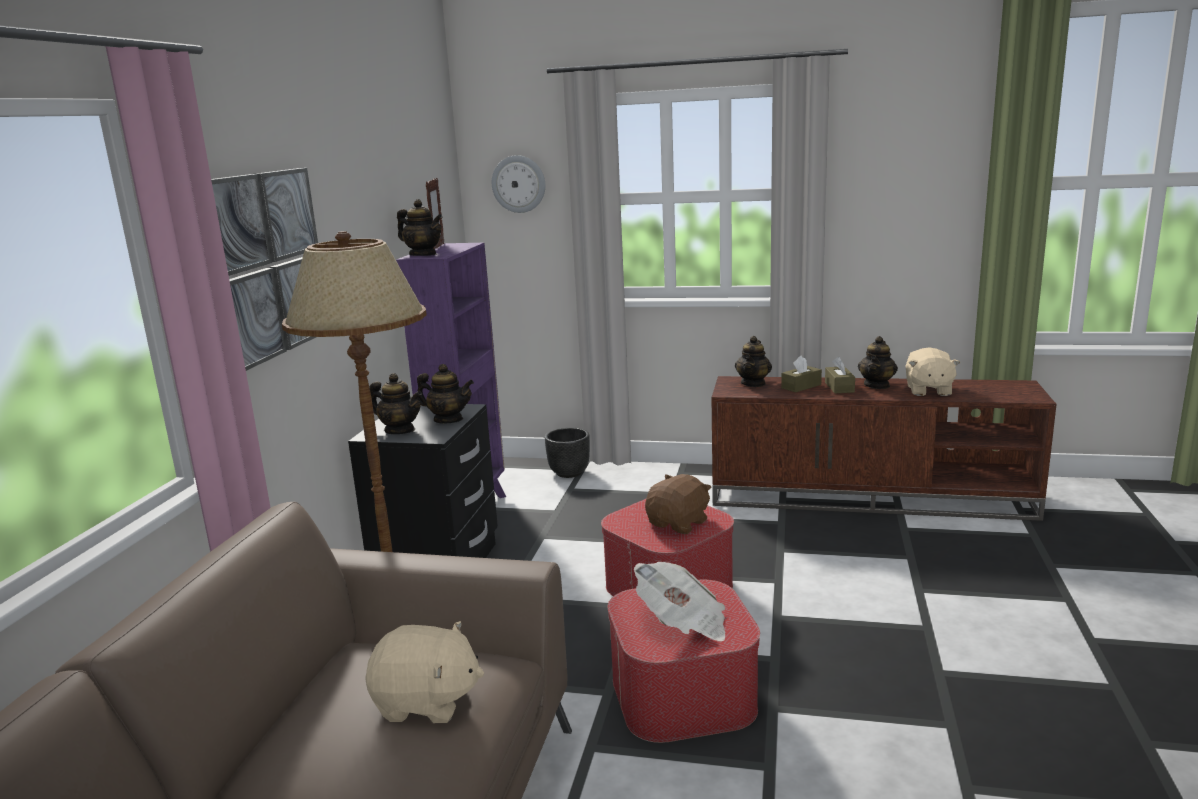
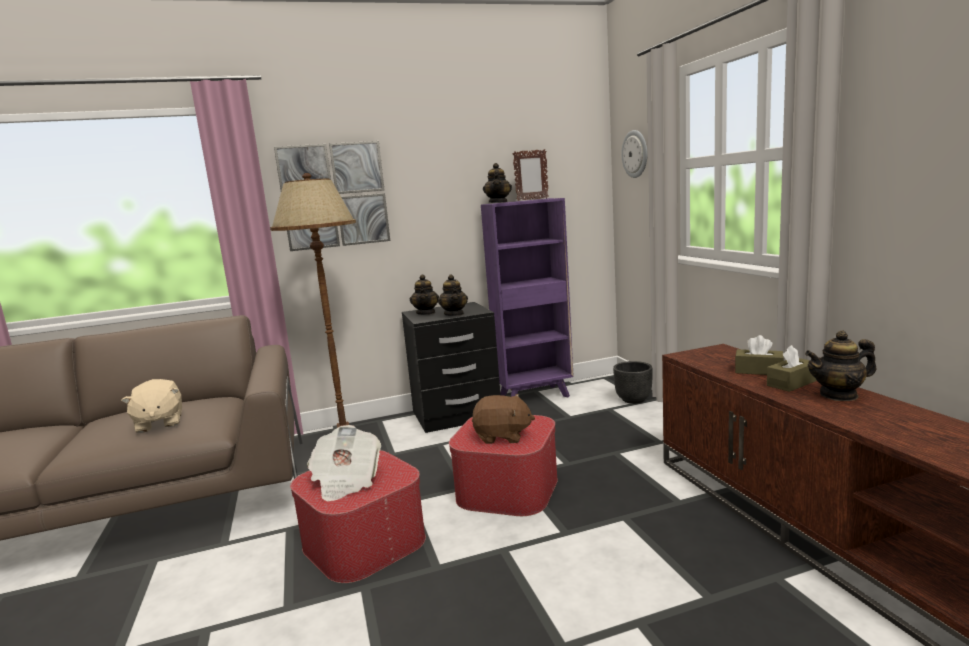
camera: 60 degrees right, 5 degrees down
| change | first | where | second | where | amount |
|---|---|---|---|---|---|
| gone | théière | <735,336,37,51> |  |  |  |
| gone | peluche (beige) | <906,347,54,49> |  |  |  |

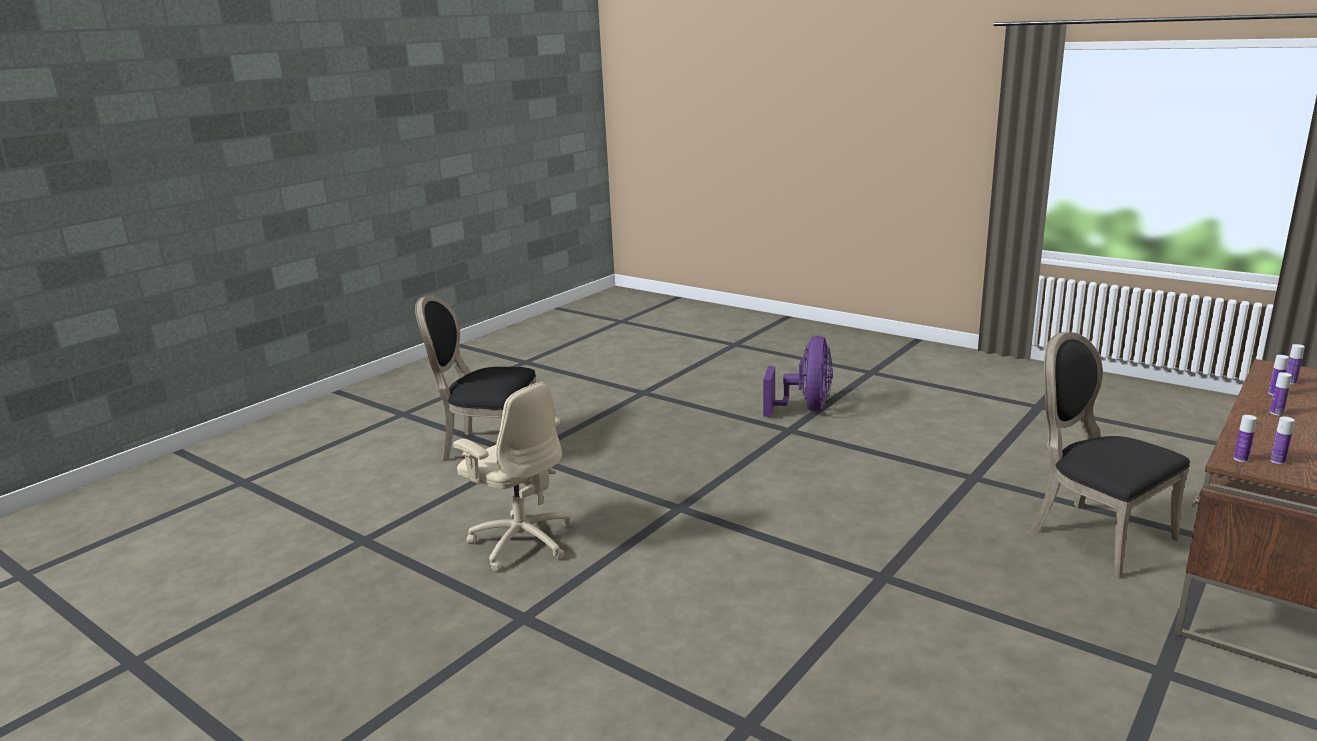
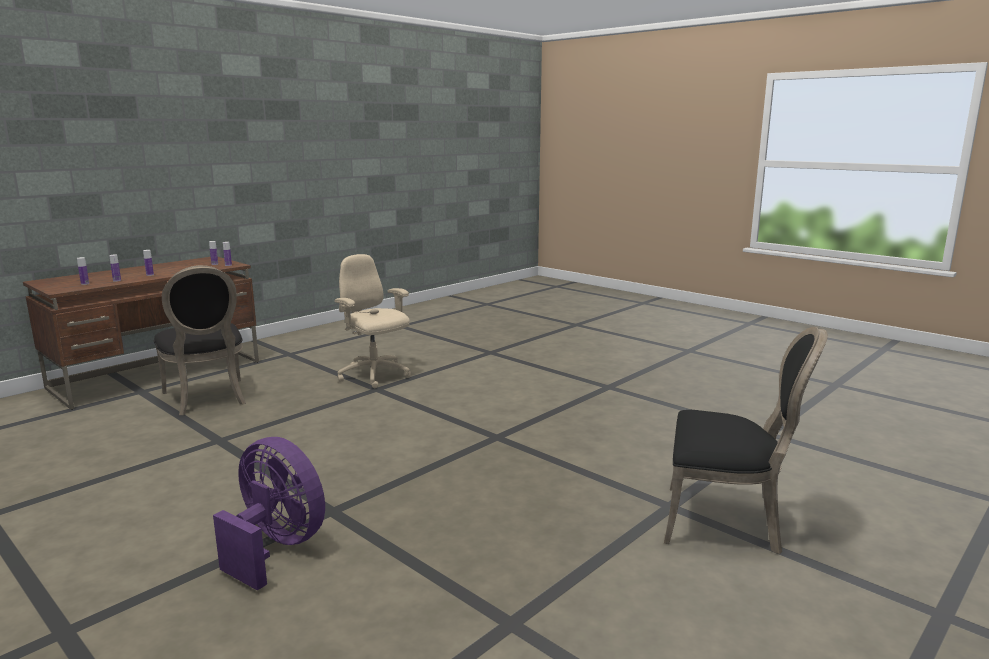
camera: 175 degrees left, 5 degrees down
| change | first | where | second | where | amount |
|---|---|---|---|---|---|
| rotated | ventilateur (violet) | <763,336,70,81> |  | <213,437,112,154> | 105 degrees clockwise |
| shifted | chaise de bureau (beige) | <453,382,119,190> |  | <335,254,76,134> |  |

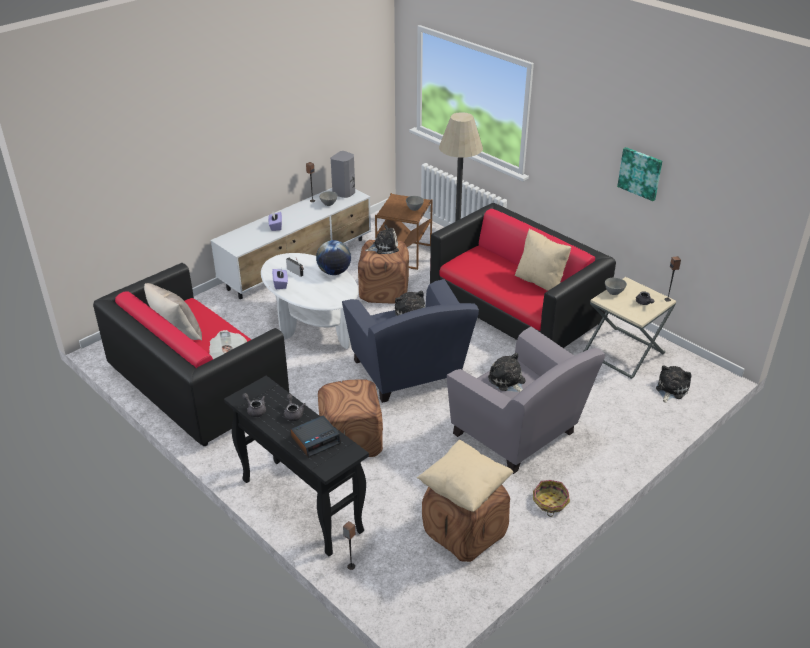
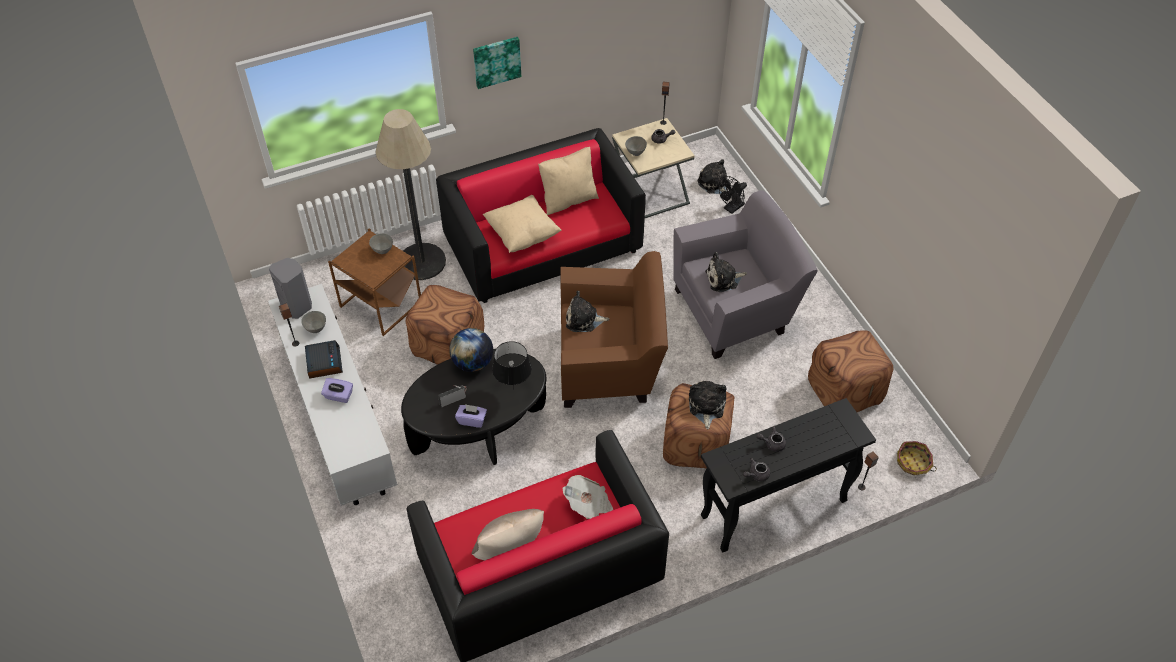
camera: 70 degrees left, 15 degrees up
| change | first | where | second | where | amount |
|---|---|---|---|---|---|
| shifted | tableau | <617,147,45,54> |  | <473,37,48,52> |  |
| shifted | peluche | <365,224,34,30> |  | <689,381,37,48> |  |
| repainted | table basse (blanc) | <261,253,97,96> | table basse (noir) | <401,349,145,116> |  |
| repainted | fauteuil (bleu) | <342,279,137,124> | fauteuil (marron) | <560,251,108,157> |  |
| shifted | réveil | <290,415,51,43> |  | <305,340,38,39> |  |
| shifted | coussin (beige) | <417,440,96,72> |  | <483,195,79,58> |  |
| shifted | panier | <533,480,37,37> |  | <897,441,40,34> |  |
| new |  |  | ventilateur (noir) | <719,176,28,38> |  |
| new |  |  | lampe de table (noir) | <492,341,40,49> |  |

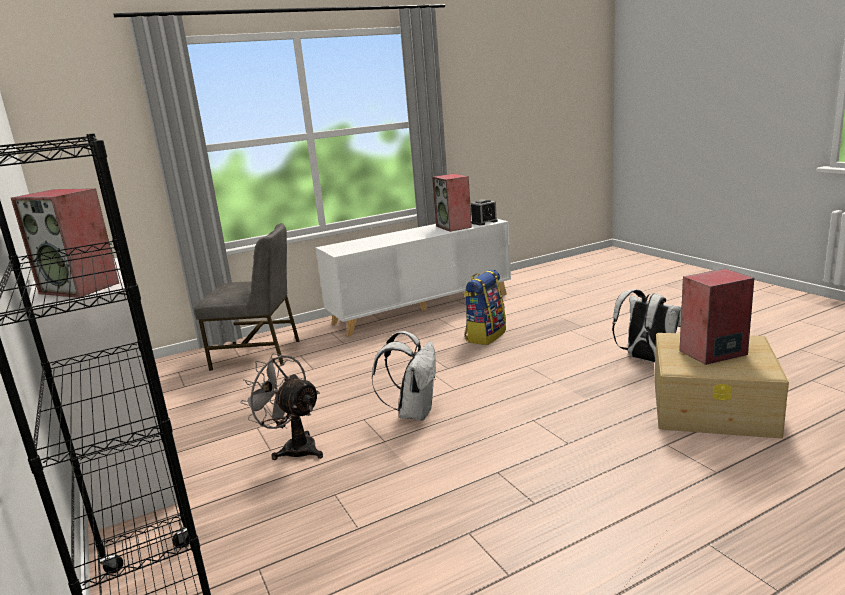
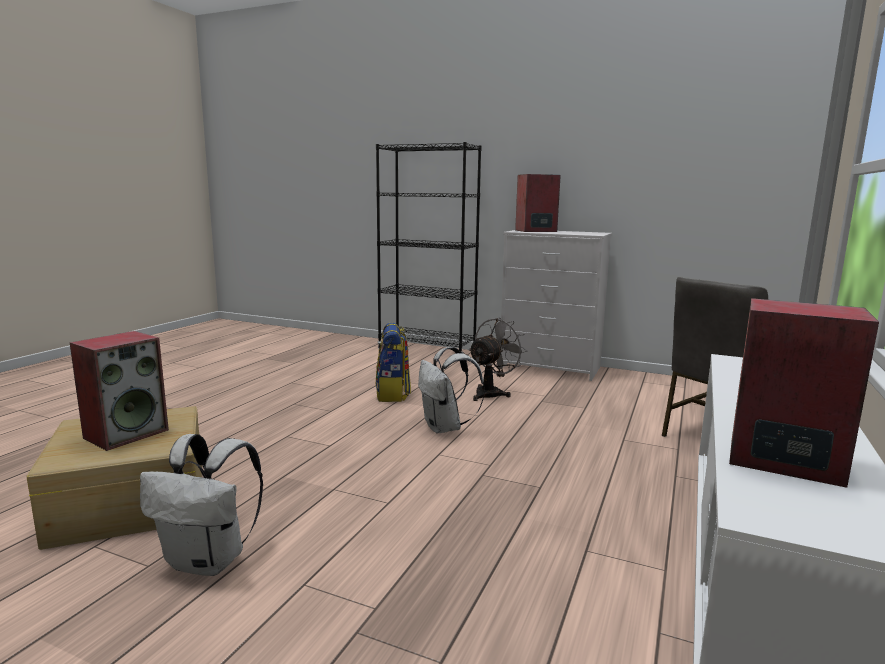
camera: 140 degrees right, 5 degrees down
| change | first | where | second | where | amount |
|---|---|---|---|---|---|
| gone | réveil | <471,199,27,26> |  |  |  |
| shifted | sac à dos | <464,269,42,76> |  | <376,323,35,79> |  |
| rotated | ventilateur (gris) | <240,354,83,106> |  | <469,317,58,84> | 45 degrees counterclockwise |

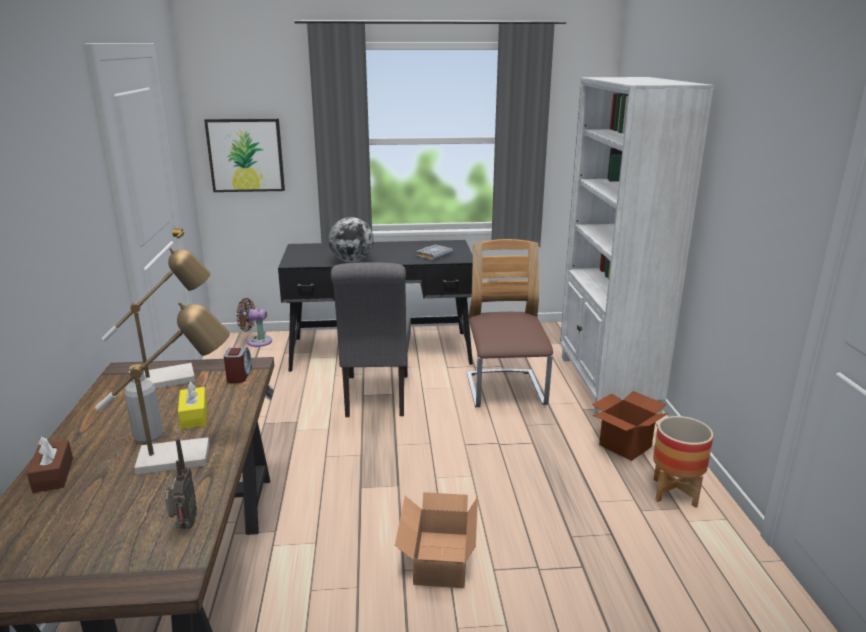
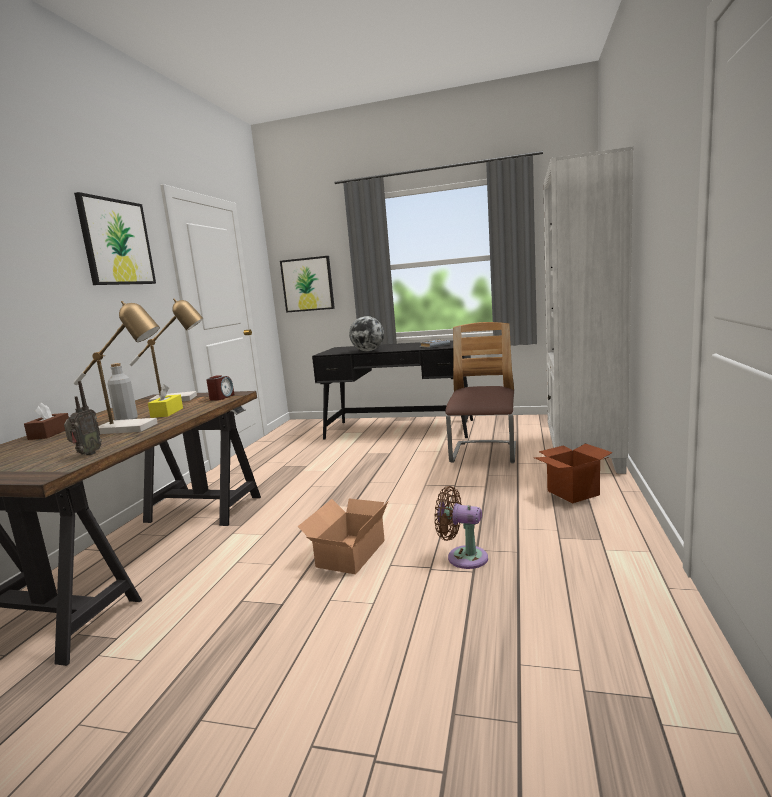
camera: 20 degrees right, 10 degrees down
| change | first | where | second | where | amount |
|---|---|---|---|---|---|
| gone | chaise (gris) | <331,262,80,155> |  |  |  |
| shifted | ventilateur (marron) | <237,298,35,49> |  | <434,486,54,83> |  |
| gone | cache-pot | <653,416,61,92> |  |  |  |
| new |  |  | tableau | <74,192,82,93> |  |

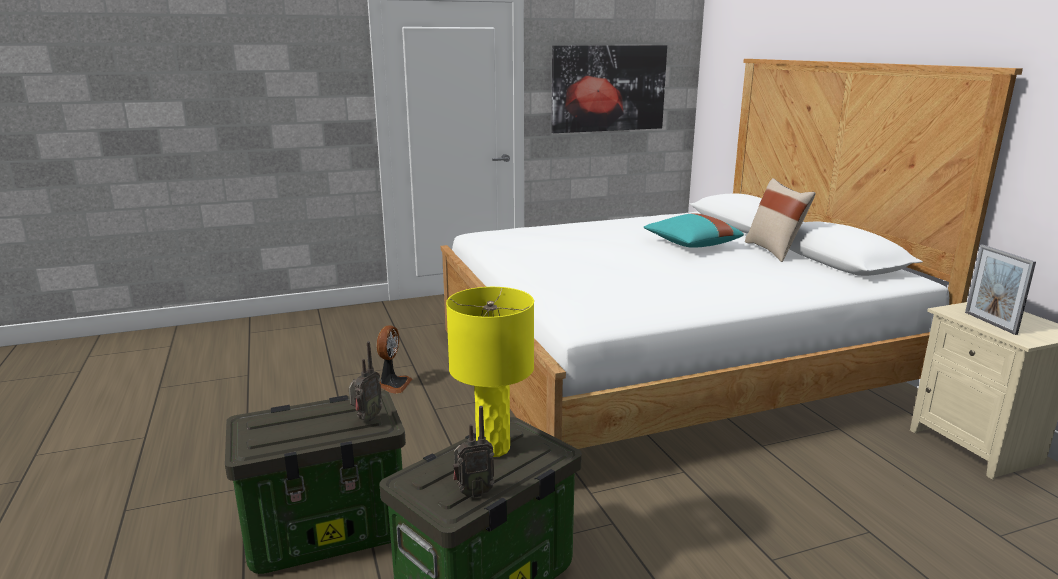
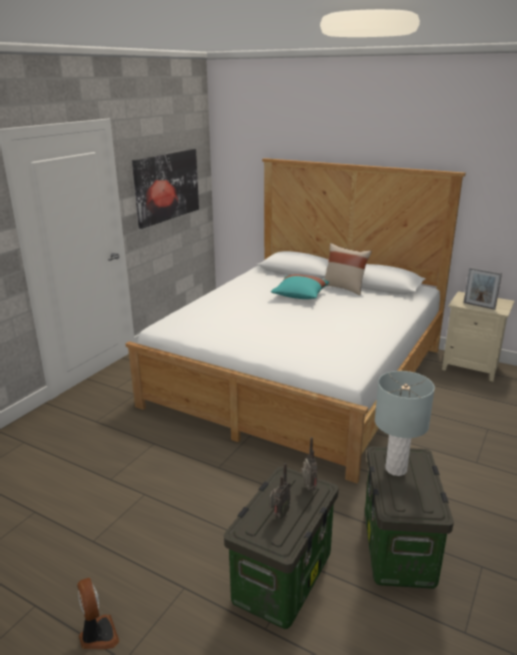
camera: 40 degrees left, 5 degrees up
| change | first | where | second | where | amount |
|---|---|---|---|---|---|
| repainted | lampe de table (jaune) | <446,287,88,170> | lampe de table (gris) | <375,371,60,105> |  |
| shifted | ventilateur | <377,326,35,68> |  | <77,578,43,72> |  |
| shifted | radio | <453,406,42,92> |  | <269,463,22,56> |  |

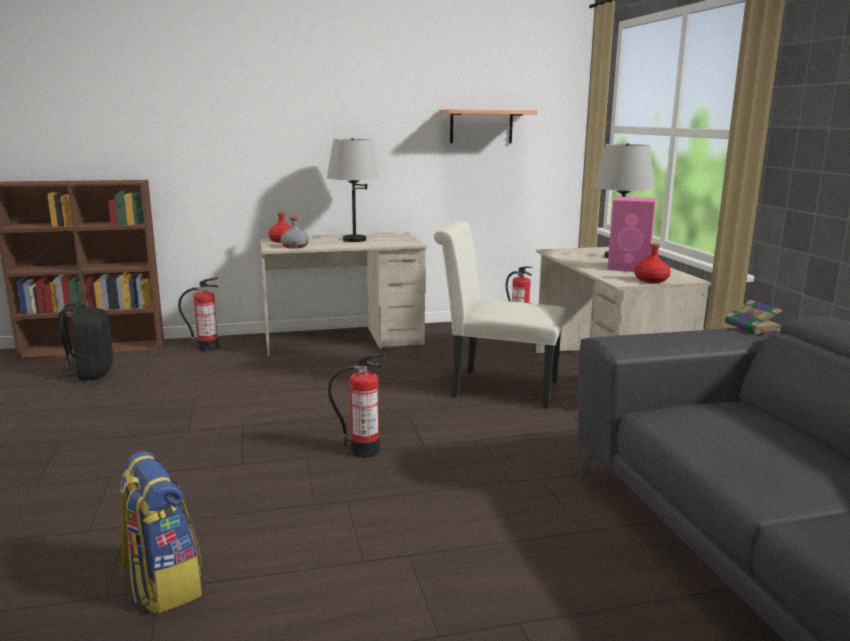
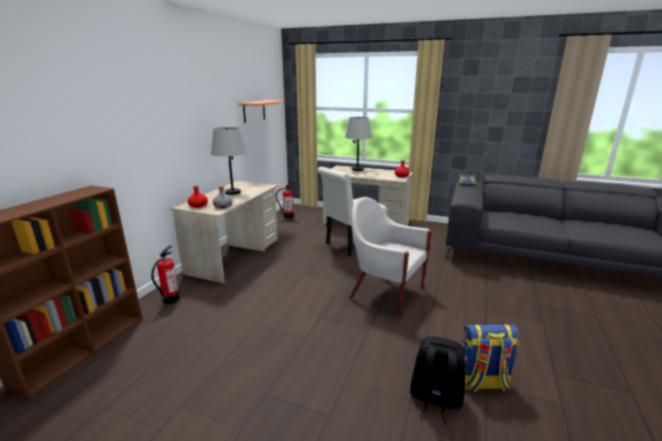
camera: 55 degrees left, 5 degrees up
| change | first | where | second | where | amount |
|---|---|---|---|---|---|
| gone | enceinte (rose) | <607,196,49,76> |  |  |  |
| shifted | sac à dos (noir) | <57,304,57,77> |  | <410,336,56,89> |  |
| swapped | extincteur | <328,353,58,105> | fauteuil (blanc) | <349,197,83,120> |  |

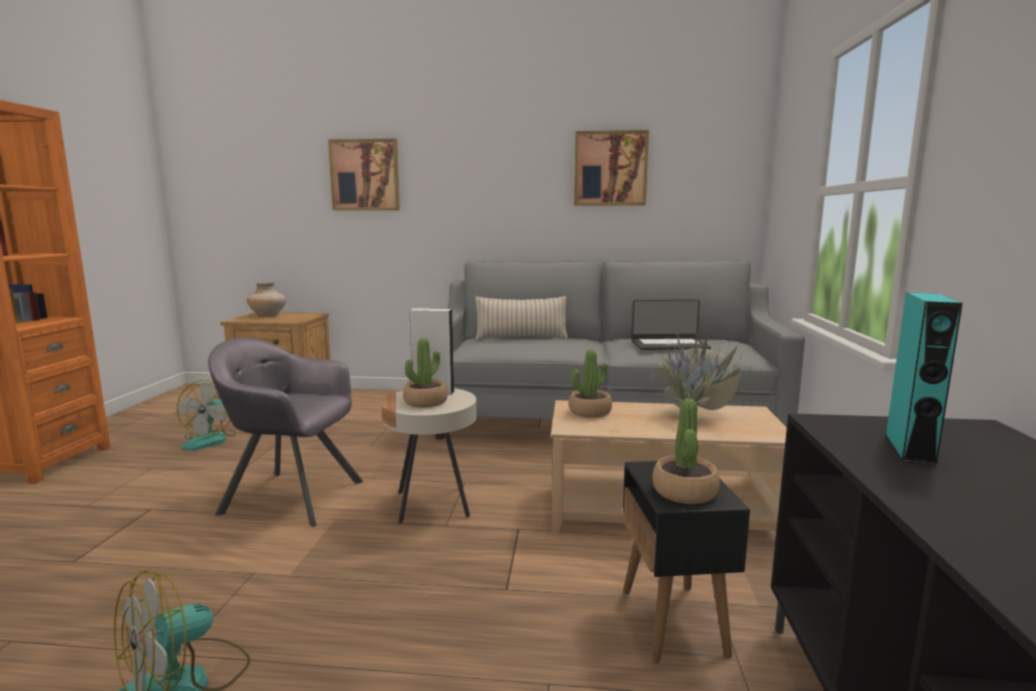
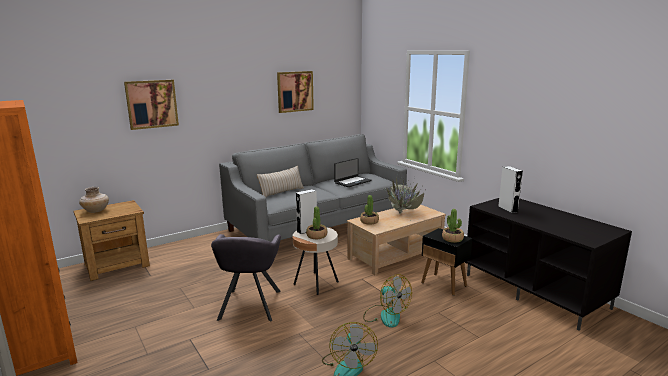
camera: 40 degrees left, 5 degrees up
| change | first | where | second | where | amount |
|---|---|---|---|---|---|
| repainted | enceinte (turquoise) | <885,292,78,173> | enceinte (blanc) | <498,166,25,47> |  |
| rotated | fauteuil (gris) | <208,338,155,189> |  | <211,234,70,87> | 60 degrees counterclockwise |
| shifted | ventilateur | <177,380,59,70> |  | <363,275,49,53> |  |

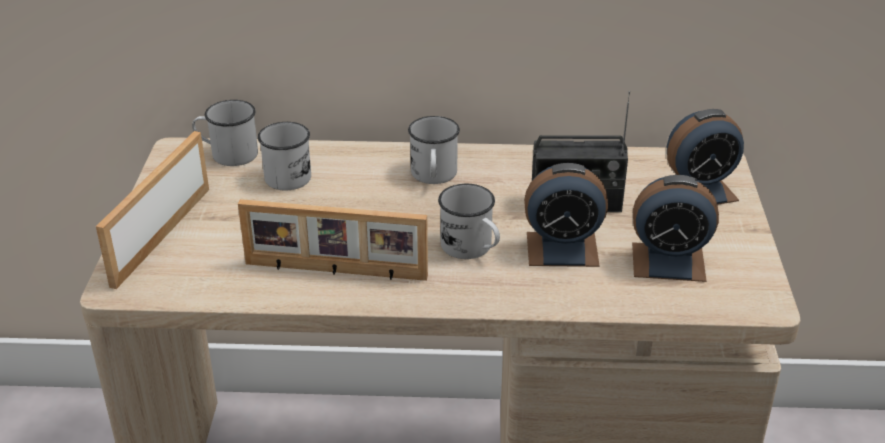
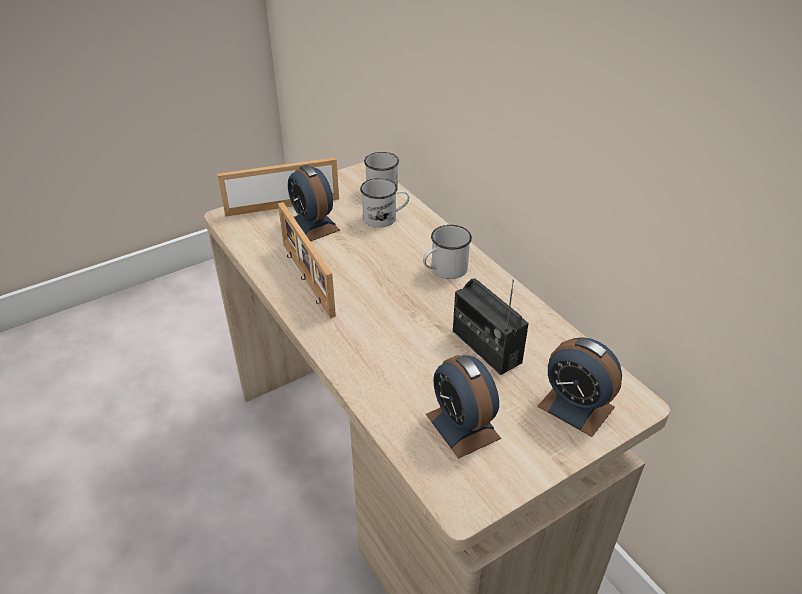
camera: 55 degrees right, 5 degrees up
| change | first | where | second | where | amount |
|---|---|---|---|---|---|
| shifted | réveil | <524,163,84,104> |  | <288,165,52,76> |  |
| gone | mug (blanc) | <438,184,62,75> |  |  |  |

